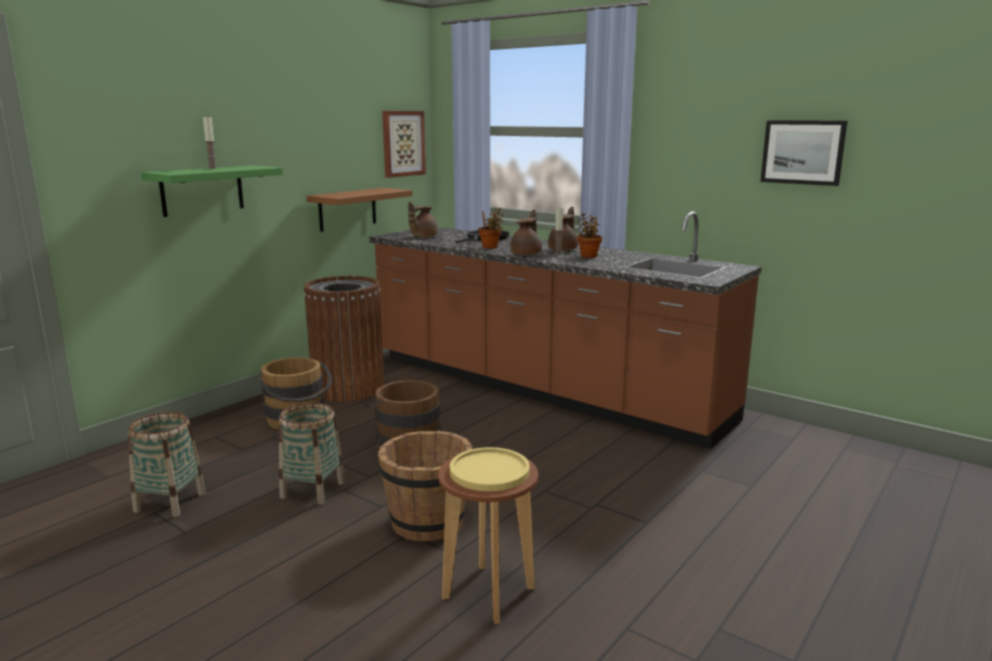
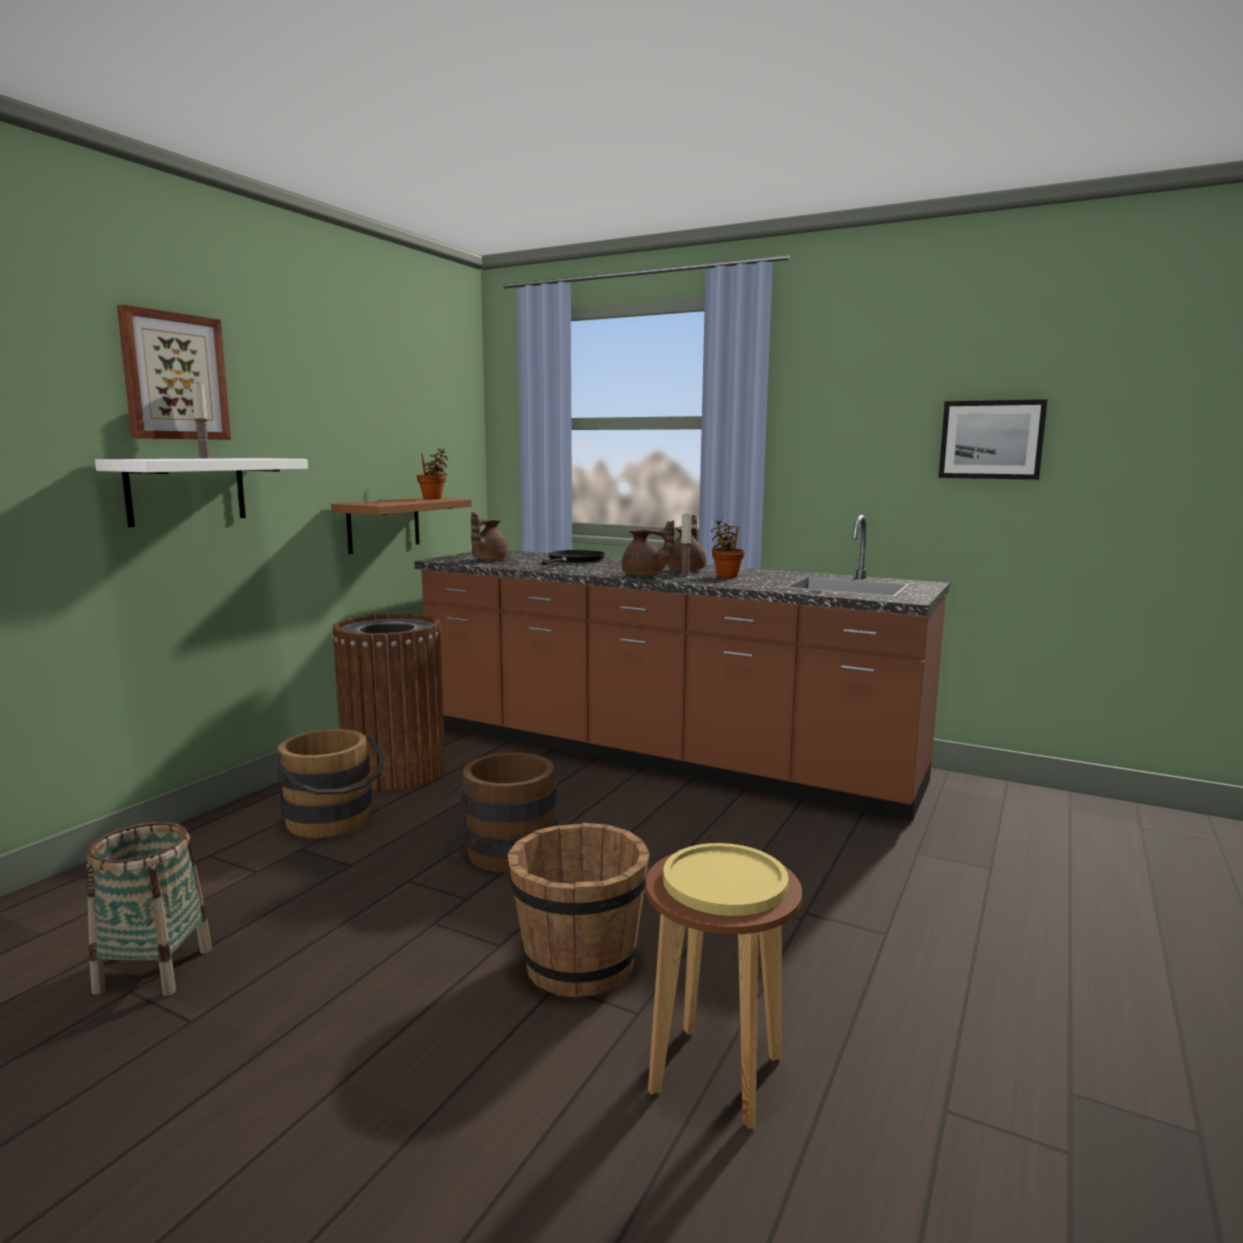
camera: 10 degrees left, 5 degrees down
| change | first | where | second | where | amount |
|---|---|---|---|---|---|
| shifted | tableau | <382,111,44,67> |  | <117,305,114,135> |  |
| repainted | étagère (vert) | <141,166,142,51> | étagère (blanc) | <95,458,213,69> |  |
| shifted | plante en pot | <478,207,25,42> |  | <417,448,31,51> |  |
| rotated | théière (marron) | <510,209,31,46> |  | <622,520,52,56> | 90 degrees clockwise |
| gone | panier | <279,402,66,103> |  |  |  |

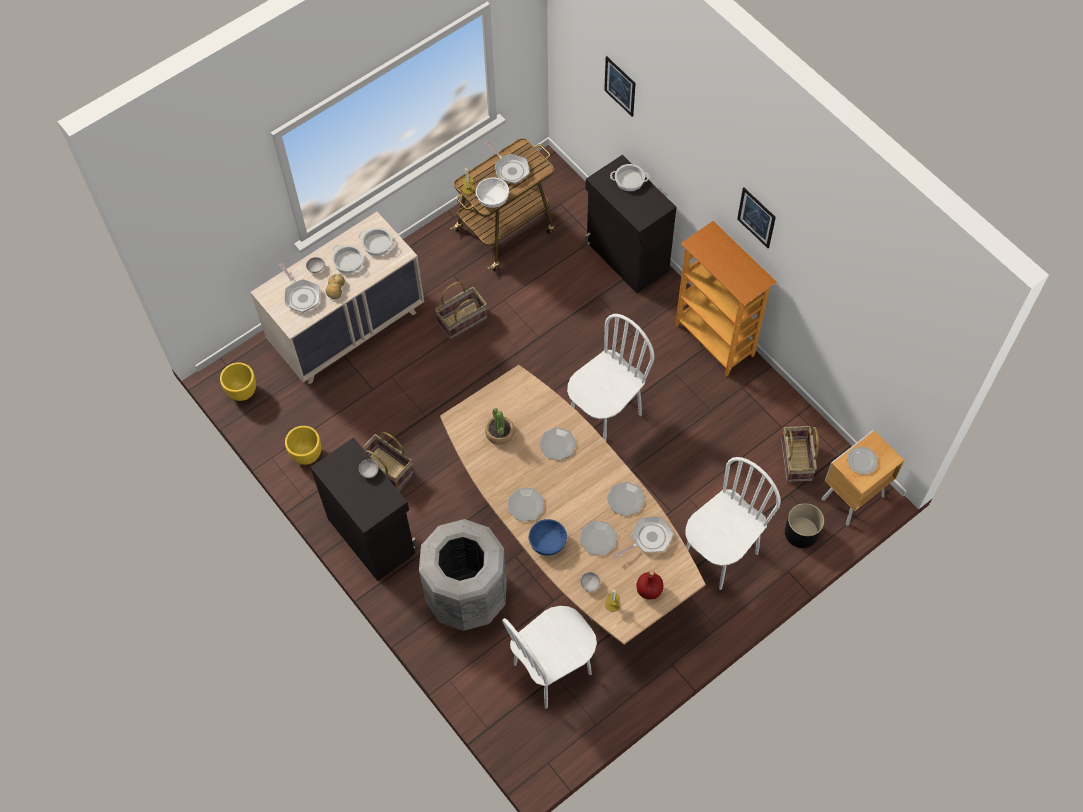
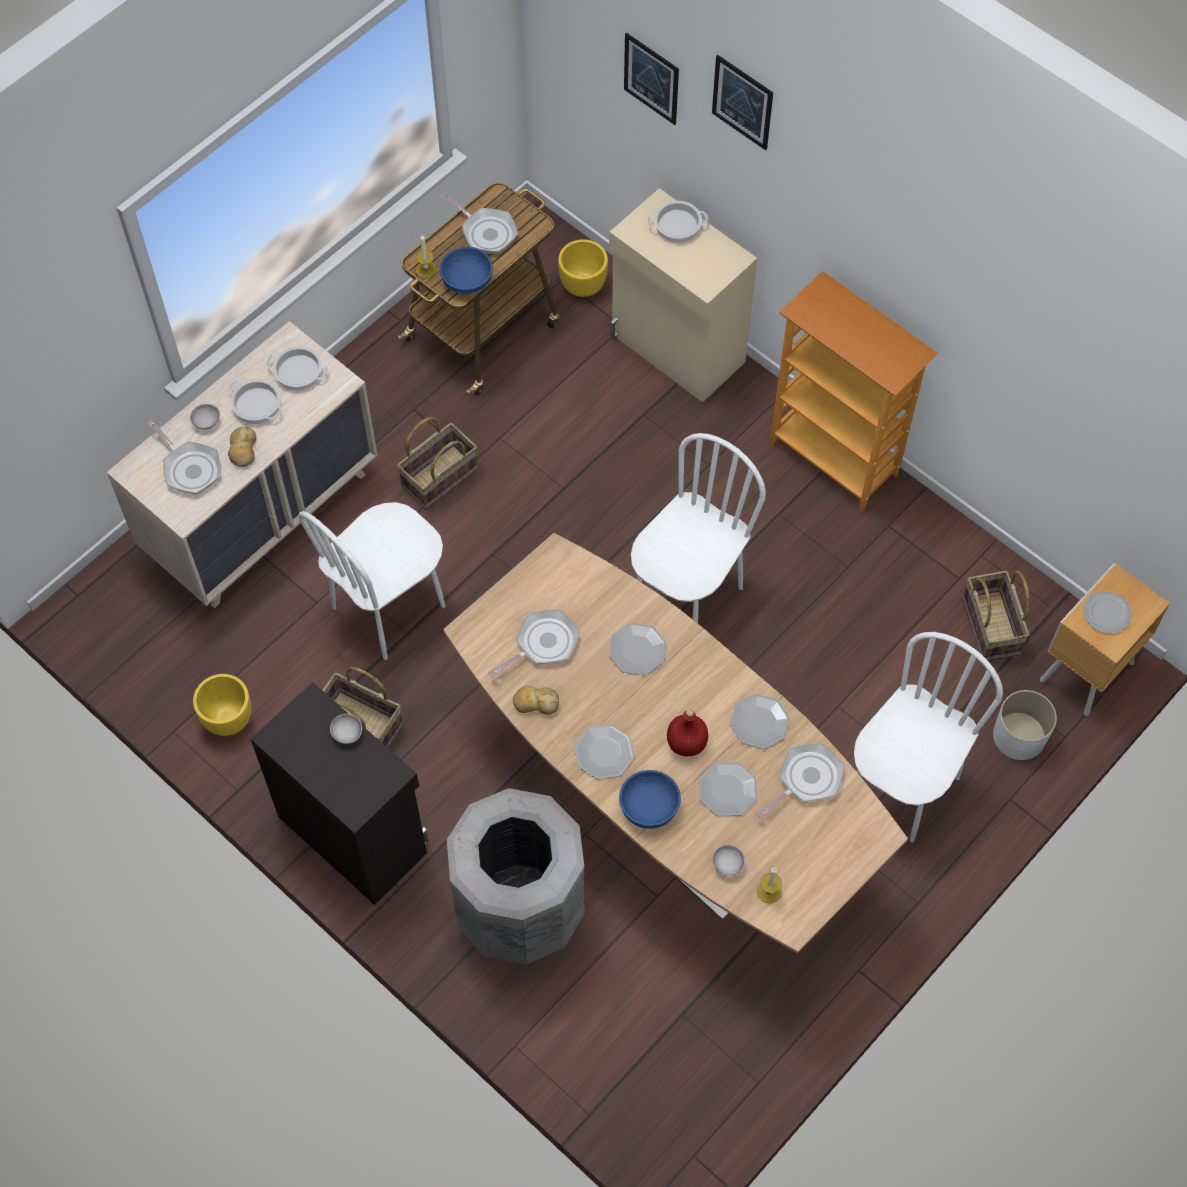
camera: 10 degrees left, 0 degrees up
| change | first | where | second | where | amount |
|---|---|---|---|---|---|
| repainted | meuble de rangement (noir) | <585,155,92,138> | meuble de rangement (beige) | <609,188,148,215> |  |
| repainted | bol (blanc) | <475,177,34,31> | bol (bleu) | <440,247,53,47> |  |
| shifted | tableau | <737,187,39,61> |  | <712,55,61,95> |  |
| shifted | cache-pot (jaune) | <220,363,36,38> |  | <558,239,50,58> |  |
| swapped | plante en pot | <485,408,30,37> | poêle | <488,610,92,67> |  |
| repainted | cache-pot (noir) | <785,503,39,45> | cache-pot (blanc) | <993,690,64,70> |  |
| shifted | bouteille (rouge) | <636,571,27,29> |  | <667,709,41,47> |  |
| shifted | chaise (blanc) | <502,606,95,103> |  | <299,502,146,158> |  |
| new |  |  | pain | <513,686,46,29> |  |

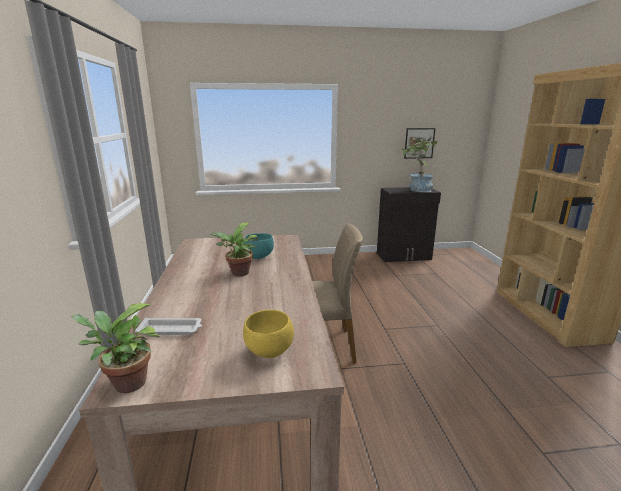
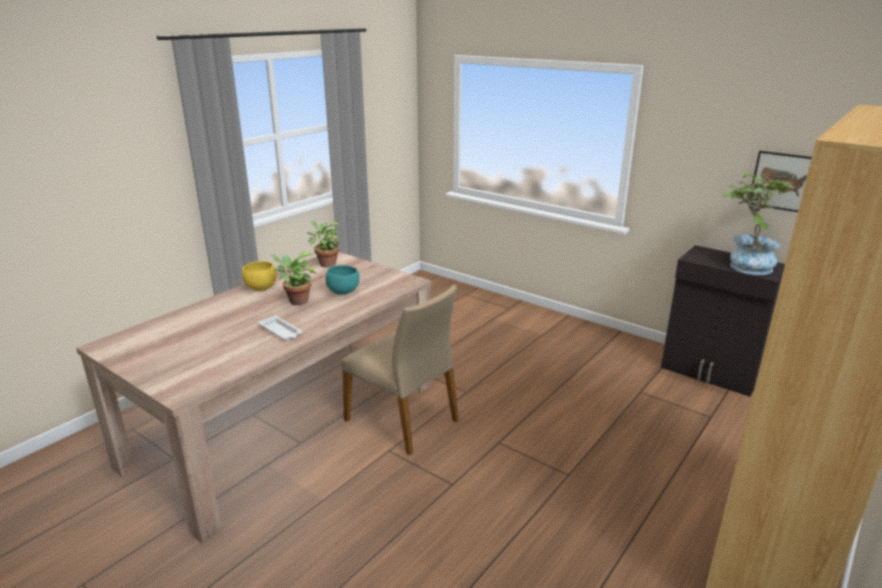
camera: 45 degrees right, 5 degrees up
| change | first | where | second | where | amount |
|---|---|---|---|---|---|
| shifted | plante en pot | <71,303,88,90> |  | <307,220,34,48> |  |
| shifted | bol (jaune) | <243,310,51,48> |  | <242,261,35,30> |  |
| shifted | plateau (blanc) | <135,318,67,17> |  | <258,316,44,25> |  |

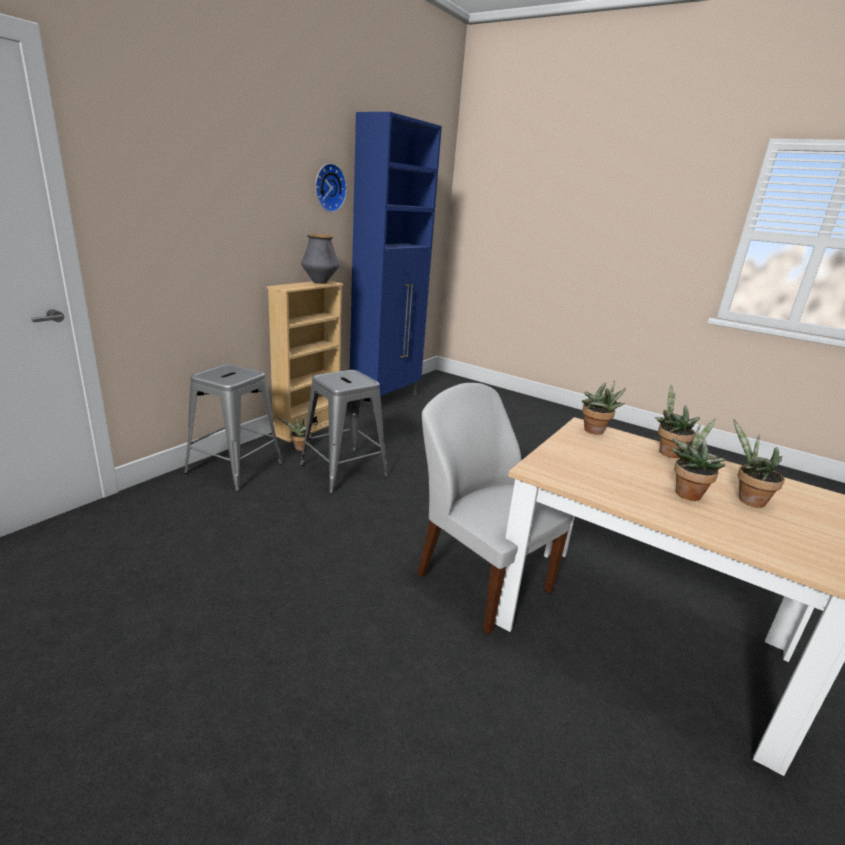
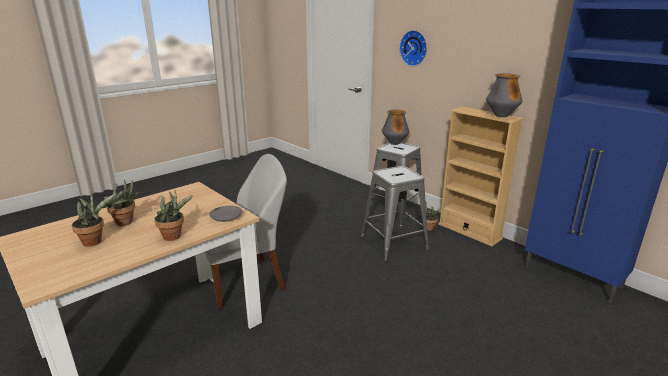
camera: 105 degrees right, 0 degrees up
| change | first | where | second | where | amount |
|---|---|---|---|---|---|
| shifted | horloge murale | <315,163,32,49> |  | <399,30,28,36> |  |
| swapped | plante en pot | <582,381,44,54> | assiette (gris) | <209,206,33,16> |  |
| new |  |  | vase | <382,110,28,35> |  |

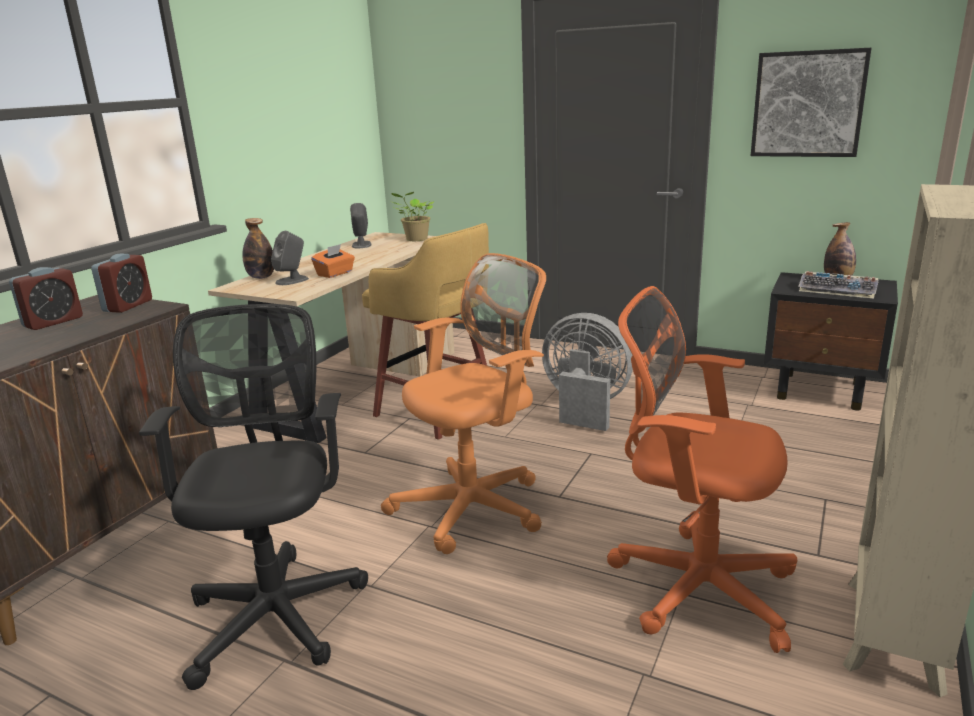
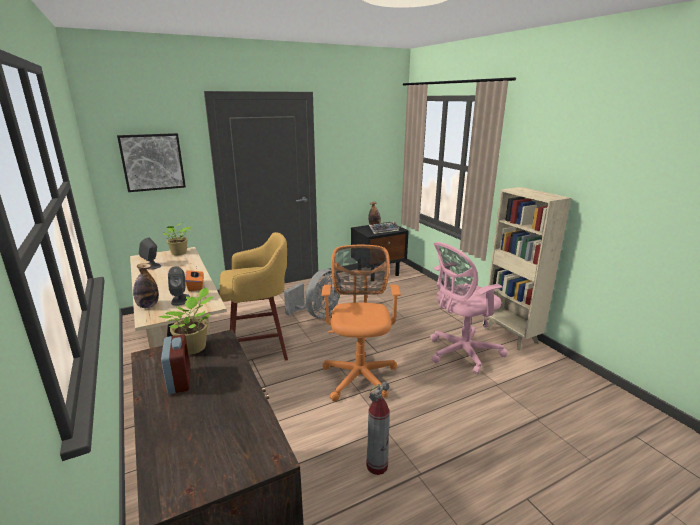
camera: 55 degrees left, 0 degrees up
| change | first | where | second | where | amount |
|---|---|---|---|---|---|
| shifted | tableau | <751,48,120,109> |  | <117,133,69,59> |  |
| swapped | réveil | <91,254,61,59> | plante en pot | <159,287,55,68> |  |
| repainted | chaise de bureau (orange) | <607,286,190,367> | chaise de bureau (rose) | <430,242,78,132> |  |
| swapped | chaise de bureau (noir) | <139,304,229,386> | extincteur | <366,382,24,93> |  |
| rotated | ventilateur (gris) | <542,313,91,118> |  | <284,269,57,49> | 150 degrees clockwise |

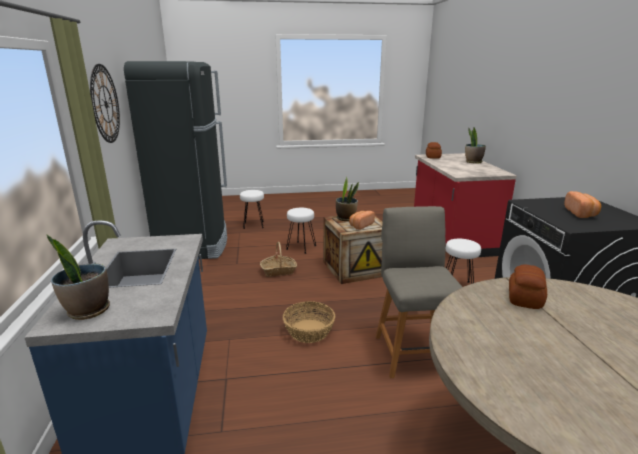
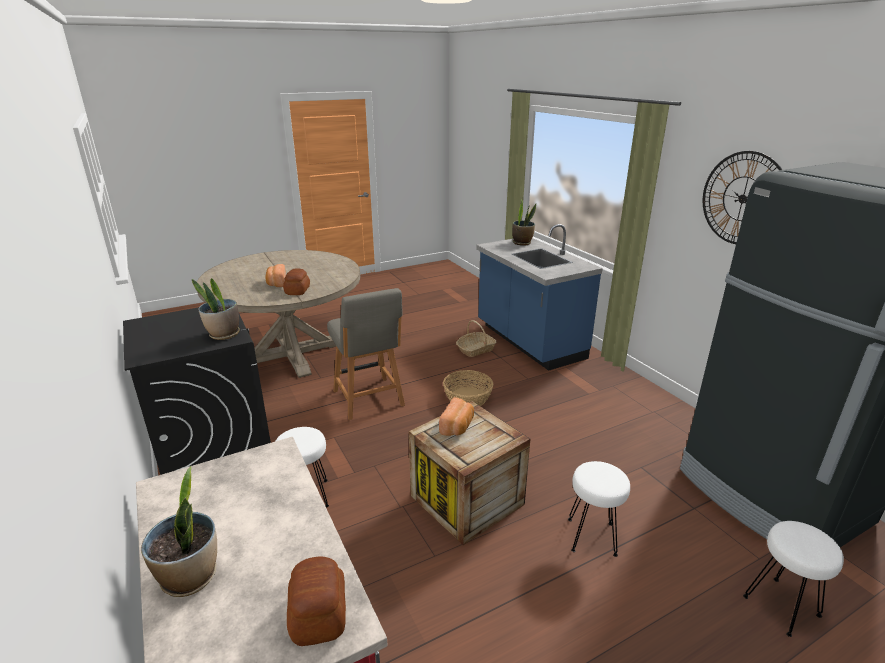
camera: 160 degrees right, 5 degrees up
| change | first | where | second | where | amount |
|---|---|---|---|---|---|
| shifted | plante en pot | <336,177,23,44> |  | <192,278,48,62> |  |
| shifted | pain | <564,191,37,27> |  | <265,264,21,23> |  |
| shifted | panier | <260,242,37,35> |  | <456,320,40,37> |  |

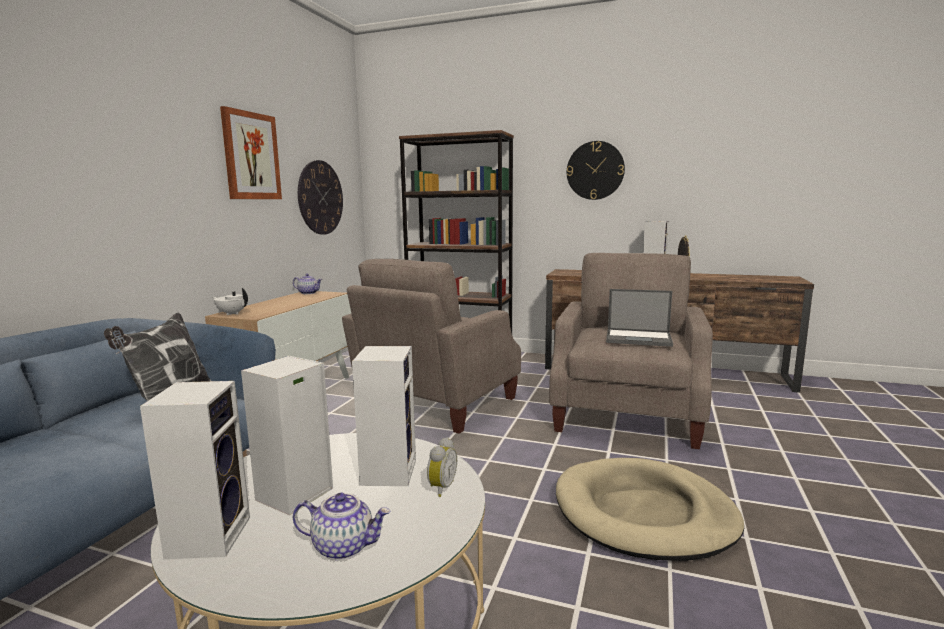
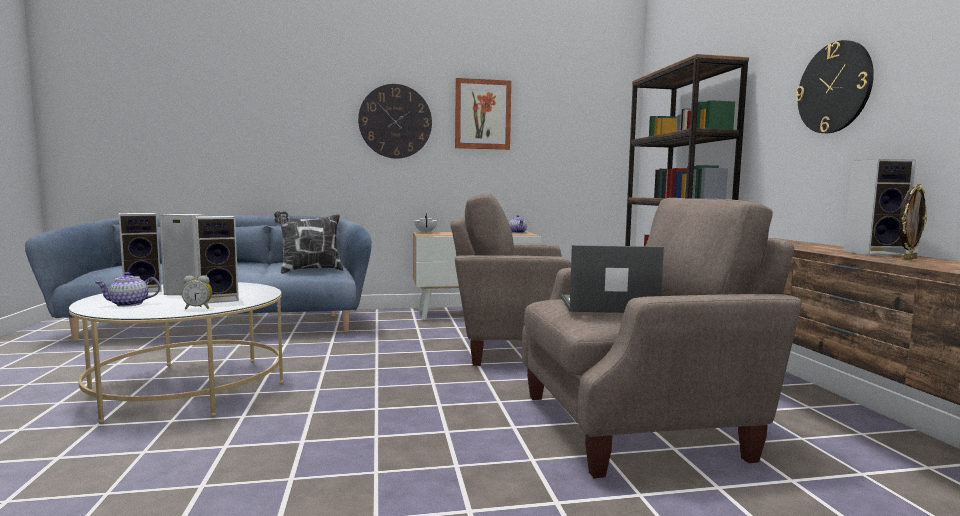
camera: 60 degrees right, 5 degrees down
| change | first | where | second | where | amount |
|---|---|---|---|---|---|
| shifted | horloge murale | <298,160,45,75> |  | <358,84,74,75> |  |
| rotated | ordinateur portable | <606,289,67,58> |  | <561,245,103,68> | 105 degrees clockwise |
| gone | panier pour chien (beige) | <556,458,188,103> |  |  |  |
| rotated | théière | <293,493,97,67> |  | <95,272,65,35> | 90 degrees clockwise |

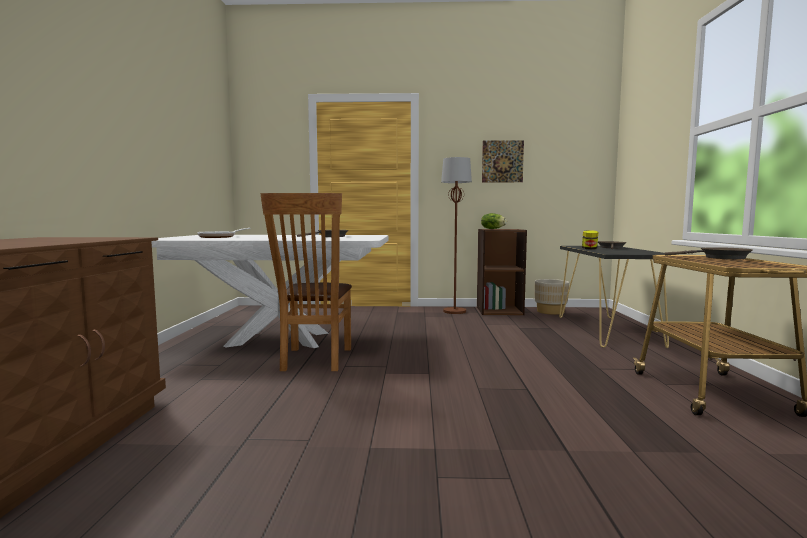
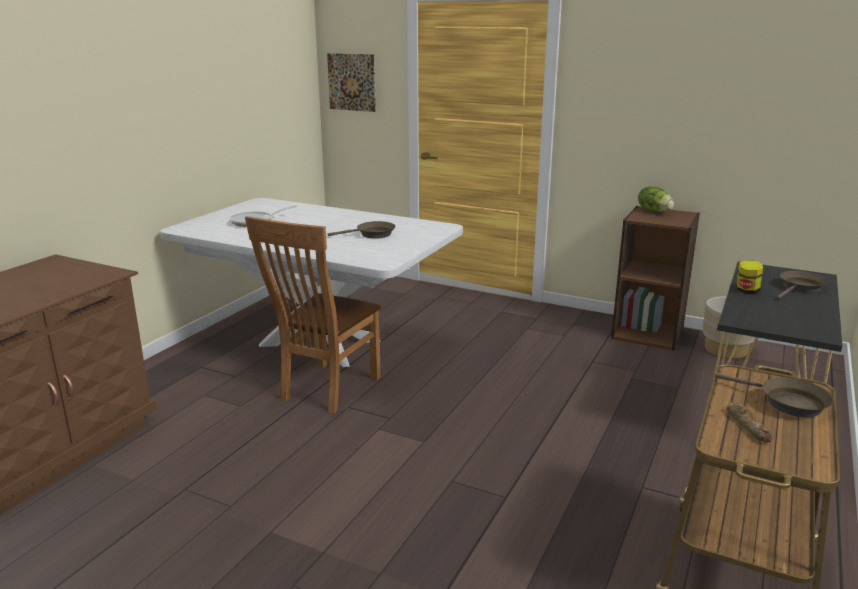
camera: 25 degrees right, 15 degrees up
| change | first | where | second | where | amount |
|---|---|---|---|---|---|
| shifted | tableau | <482,140,42,42> |  | <327,53,49,59> |  |
| gone | lampadaire (marron) | <441,157,31,157> |  |  |  |
| new |  |  | pain | <726,402,47,41> |  |

